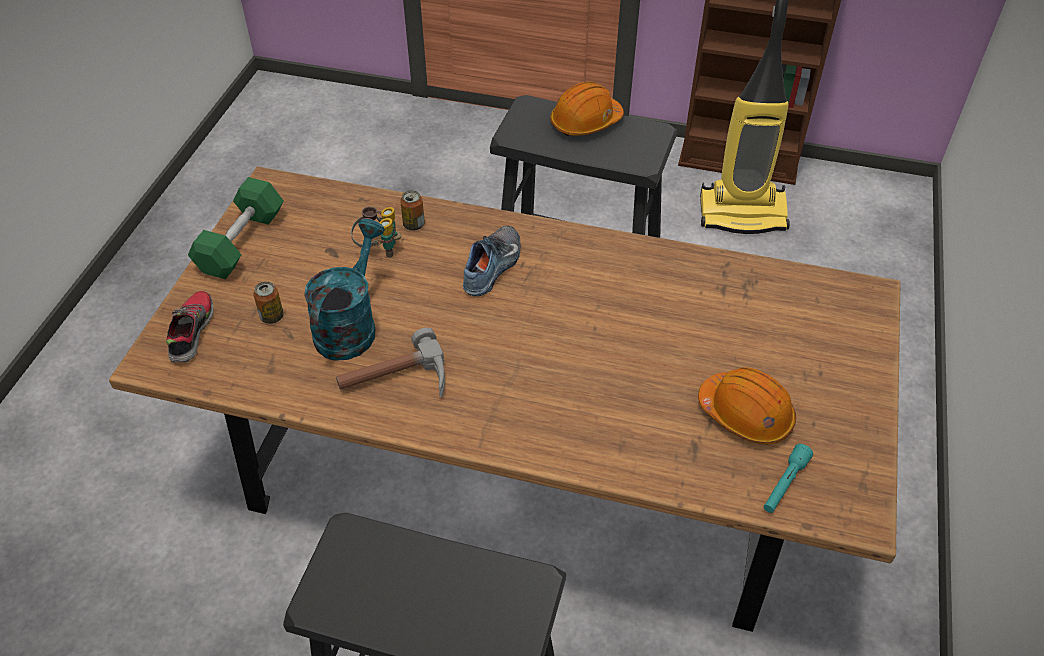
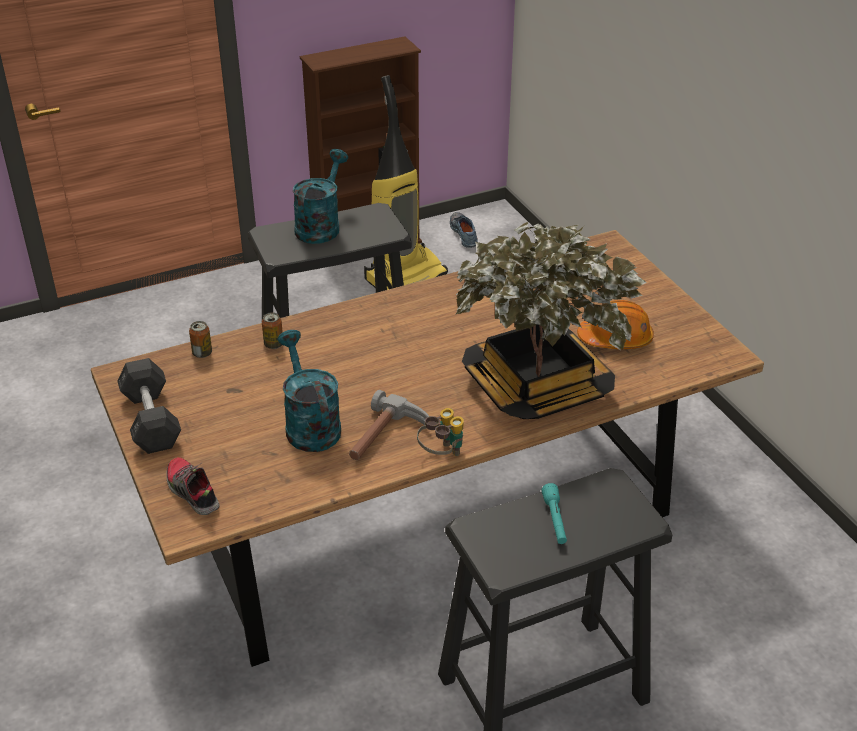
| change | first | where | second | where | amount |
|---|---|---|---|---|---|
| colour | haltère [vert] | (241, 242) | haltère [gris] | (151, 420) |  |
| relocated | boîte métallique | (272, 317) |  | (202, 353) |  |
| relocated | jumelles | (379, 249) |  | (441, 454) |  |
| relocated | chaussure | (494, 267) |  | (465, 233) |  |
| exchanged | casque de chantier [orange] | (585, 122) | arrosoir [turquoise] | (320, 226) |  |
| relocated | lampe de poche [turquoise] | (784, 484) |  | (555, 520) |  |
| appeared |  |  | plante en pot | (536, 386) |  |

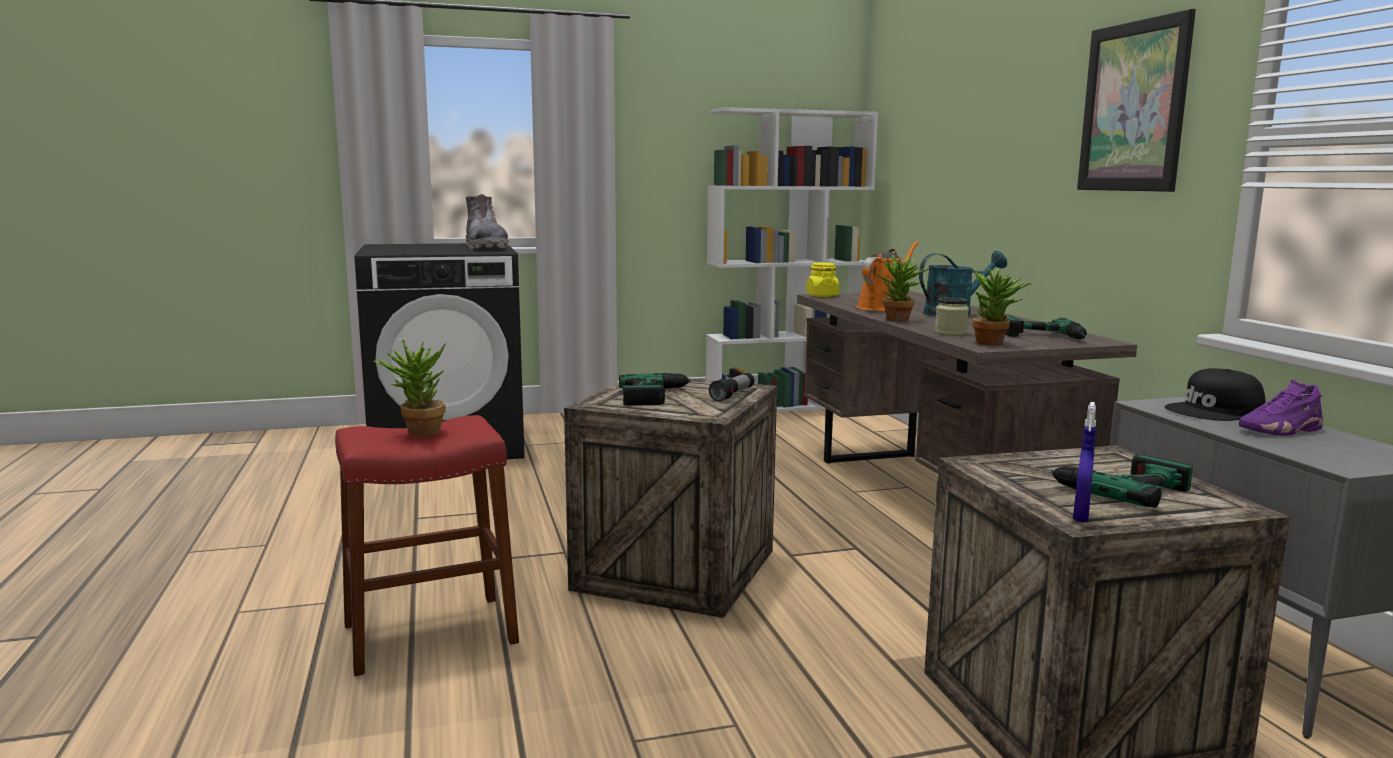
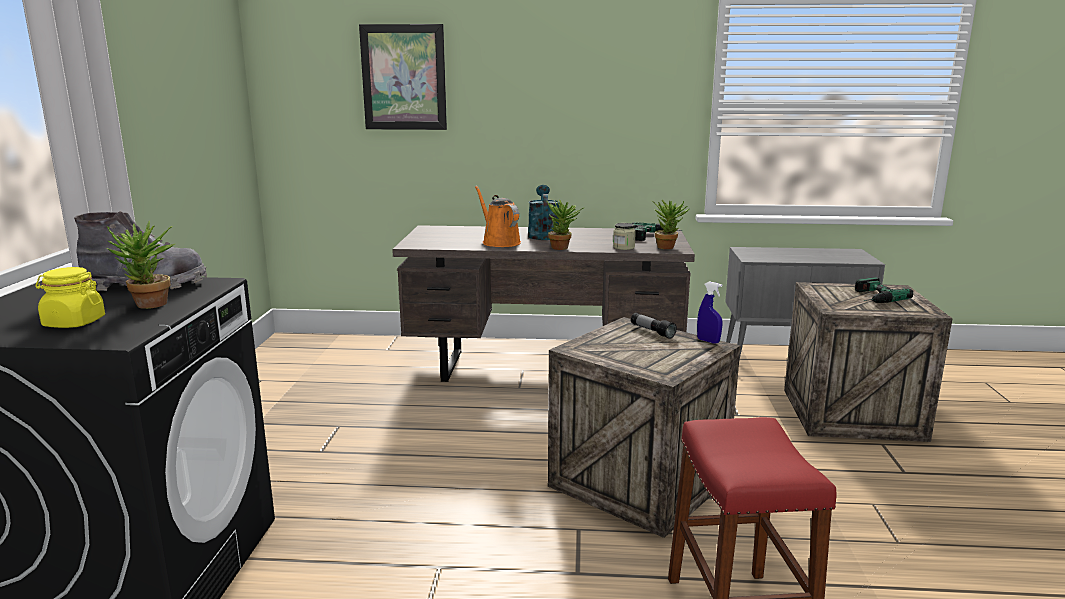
| change | first | where | second | where | amount |
|---|---|---|---|---|---|
| relocated | plante en pot | (417, 433) |  | (149, 306) |  |
| missing | perceuse | (664, 395) |  |  |  |
| missing | bibliothèque [blanc] | (785, 405) |  |  |  |
| relocated | bocal [jaune] | (822, 296) |  | (74, 323) |  |
| relocated | vaporisateur [bleu] | (1080, 517) |  | (708, 341) |  |
| relocated | tableau | (1133, 107) |  | (404, 77) |  |
| missing | casquette [noir] | (1215, 411) |  |  |  |
| missing | chaussure [violet] | (1281, 430) |  |  |  |

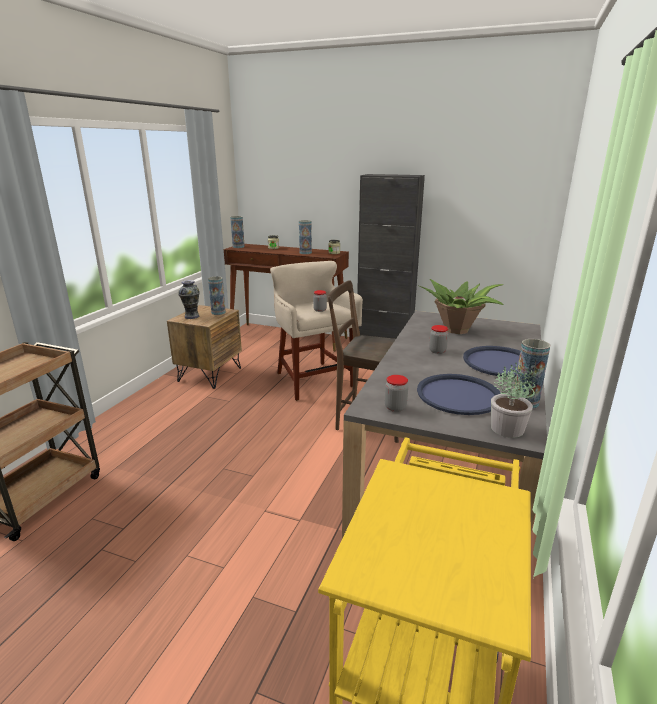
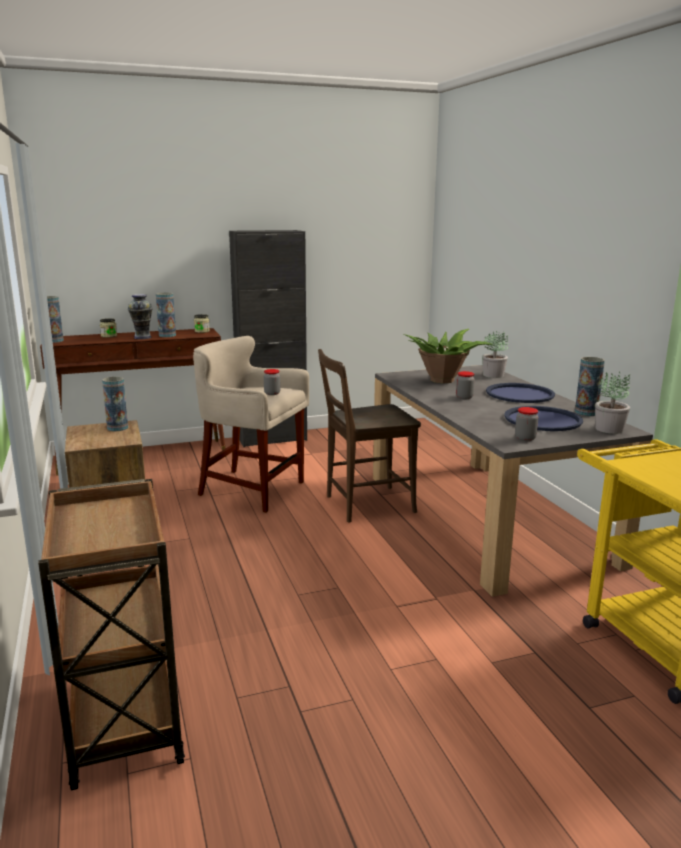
| change | first | where | second | where | amount |
|---|---|---|---|---|---|
| relocated | vase | (192, 316) |  | (143, 337) |  |
| appeared |  |  | plante en pot | (493, 375) |  |

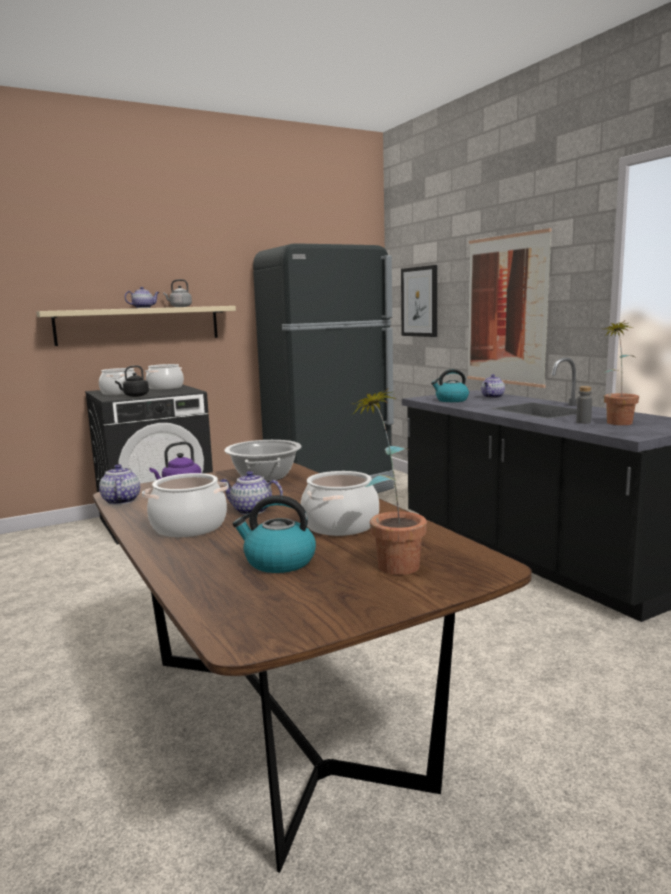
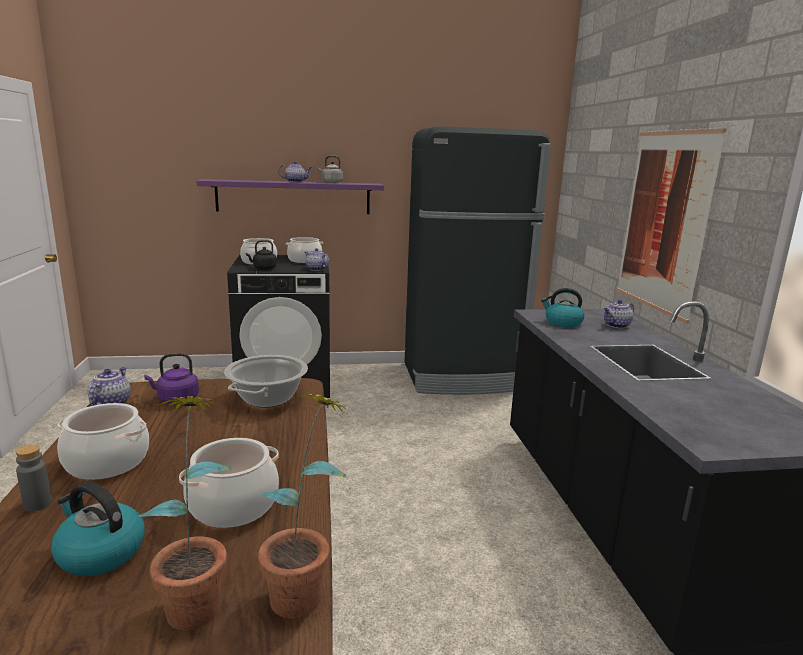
| change | first | where | second | where | amount |
|---|---|---|---|---|---|
| colour | étagère [beige] | (139, 325) | étagère [violet] | (293, 197) |  |
| relocated | théière | (251, 510) |  | (316, 269) |  |
| missing | tableau | (419, 302) |  |  |  |
| relocated | bouteille [gris] | (583, 422) |  | (37, 504) |  |
| relocated | plante en pot | (617, 421) |  | (305, 588) |  |

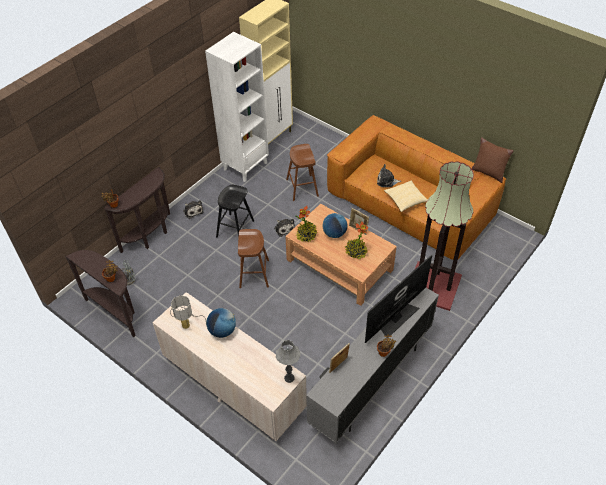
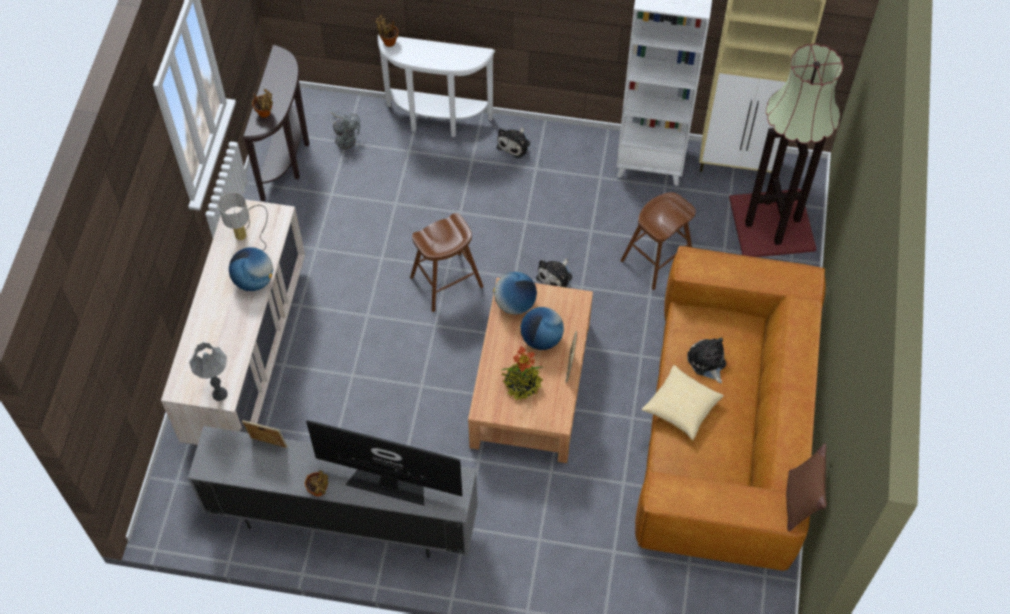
| change | first | where | second | where | amount |
|---|---|---|---|---|---|
| colour | table console [marron] | (151, 235) | table console [blanc] | (437, 121) |  |
| missing | tabouret [noir] | (235, 229) |  |  |  |
| exchanged | plante en pot | (306, 235) | globe | (515, 304) |  |
| relocated | lampadaire | (434, 285) |  | (773, 225) |  |

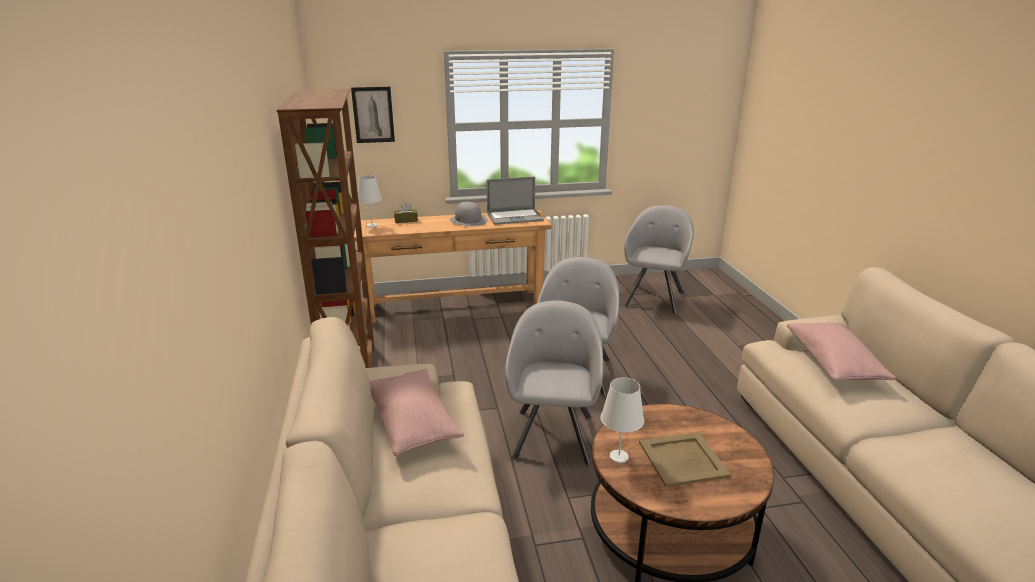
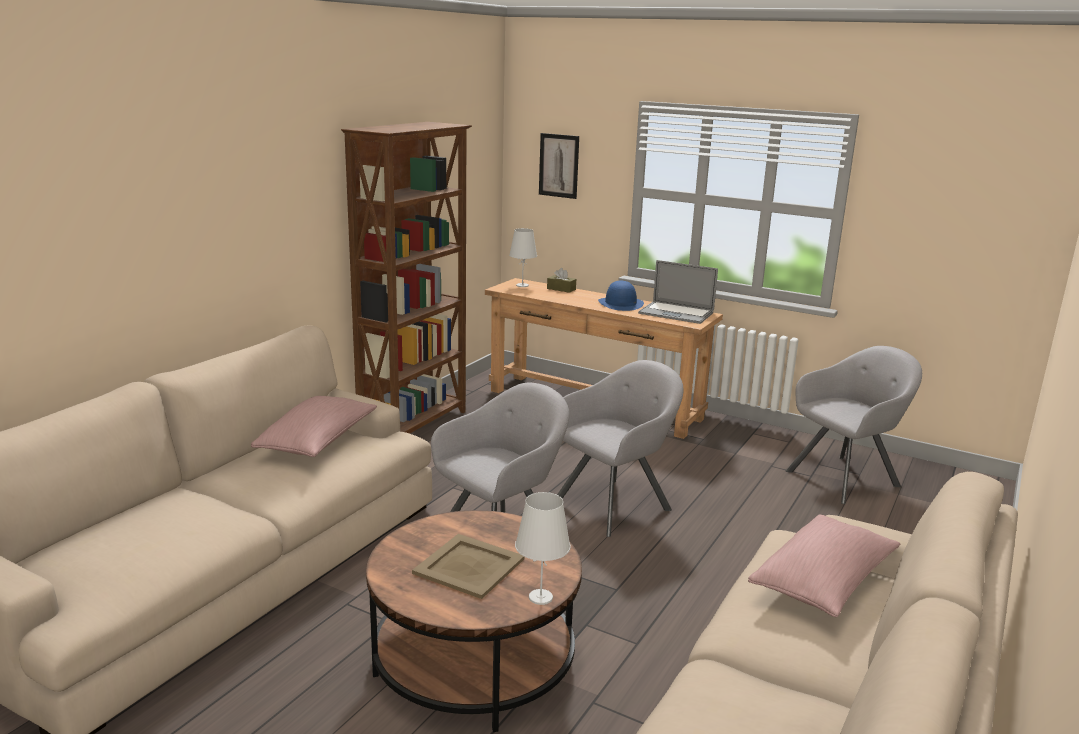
| change | first | where | second | where | amount |
|---|---|---|---|---|---|
| colour | chapeau [gris] | (468, 220) | chapeau [bleu] | (621, 304) |  |
| relocated | lampe de table [blanc] | (618, 456) |  | (540, 597) |  |

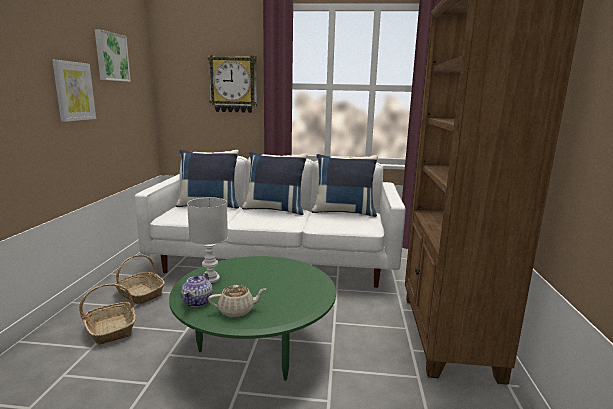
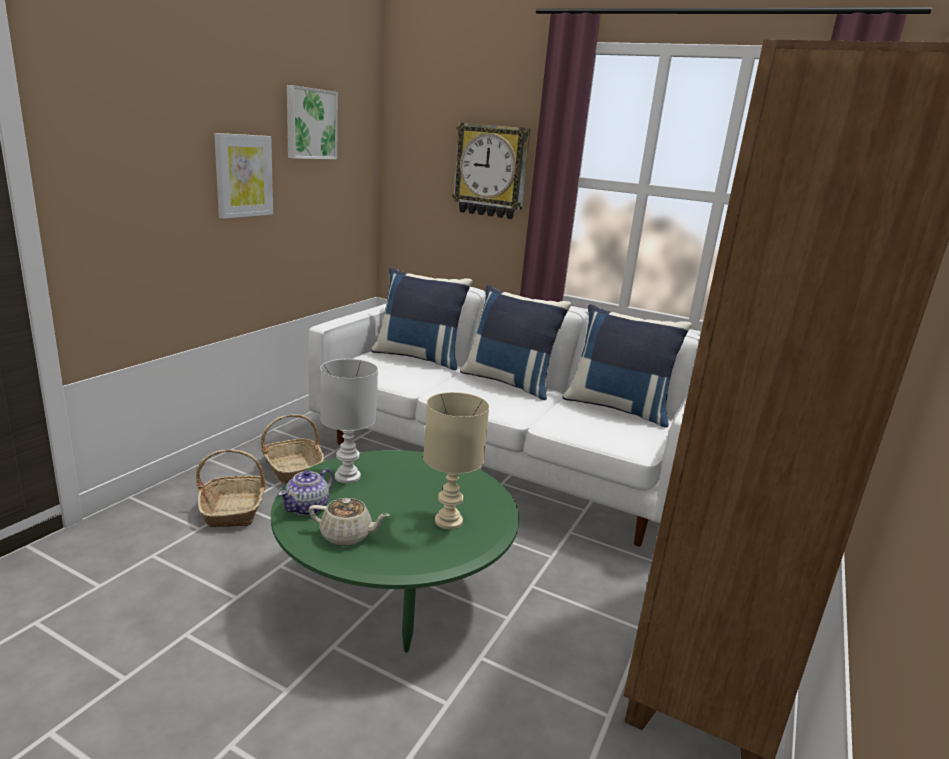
| change | first | where | second | where | amount |
|---|---|---|---|---|---|
| appeared |  |  | lampe de table [beige] | (449, 521) |  |

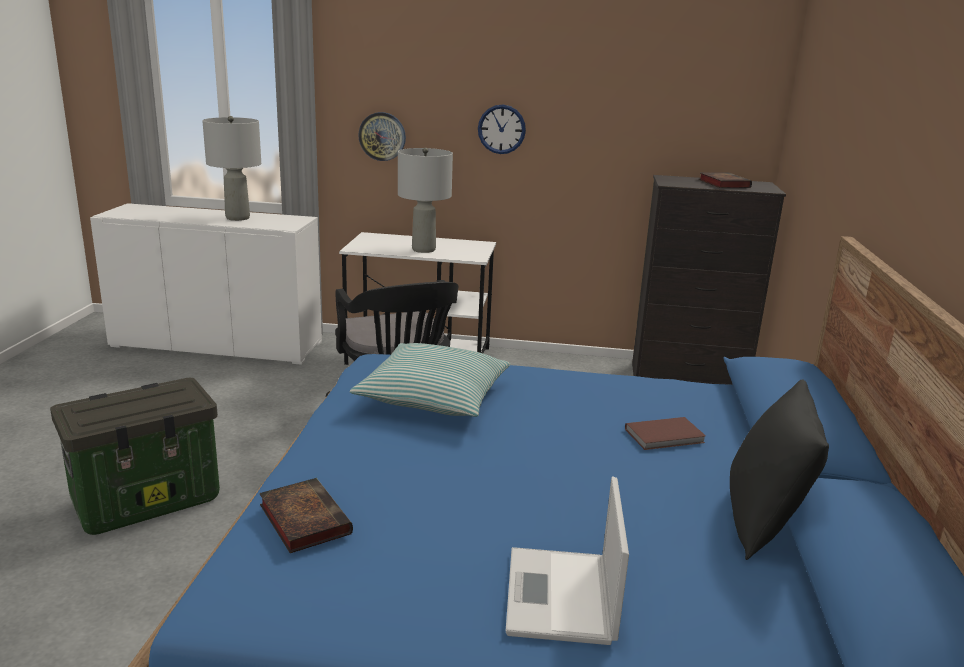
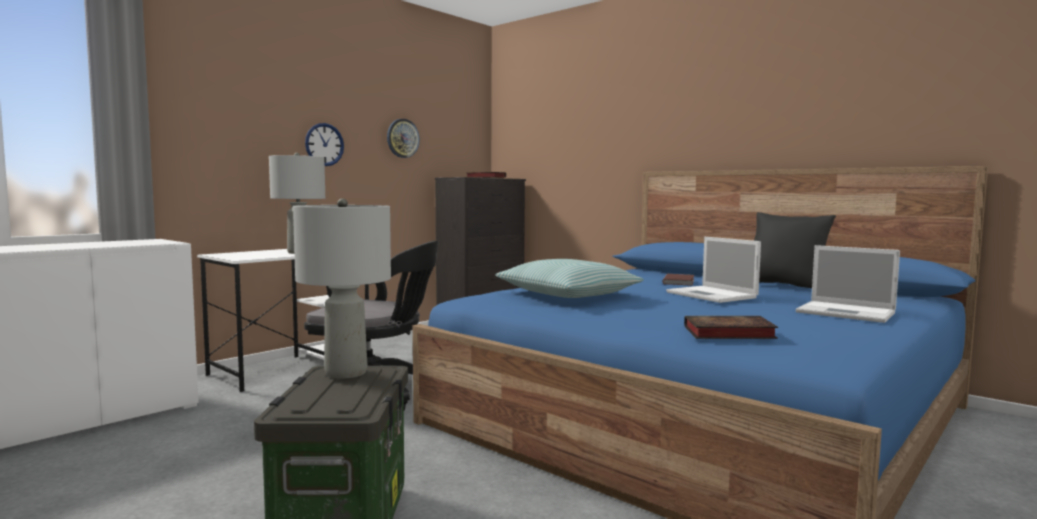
| change | first | where | second | where | amount |
|---|---|---|---|---|---|
| relocated | lampe de table [gris] | (238, 218) |  | (347, 373) |  |
| relocated | horloge murale | (382, 136) |  | (402, 138) |  |
| appeared |  |  | ordinateur portable | (712, 295) |  |

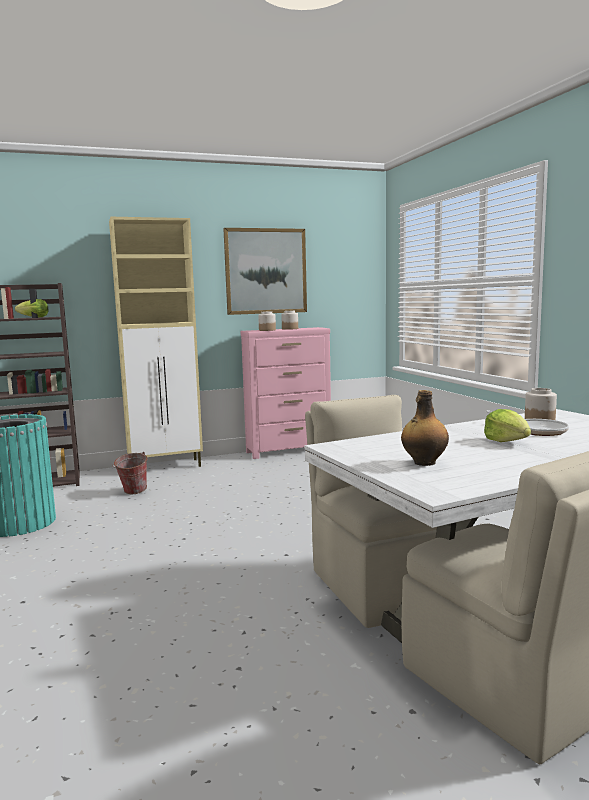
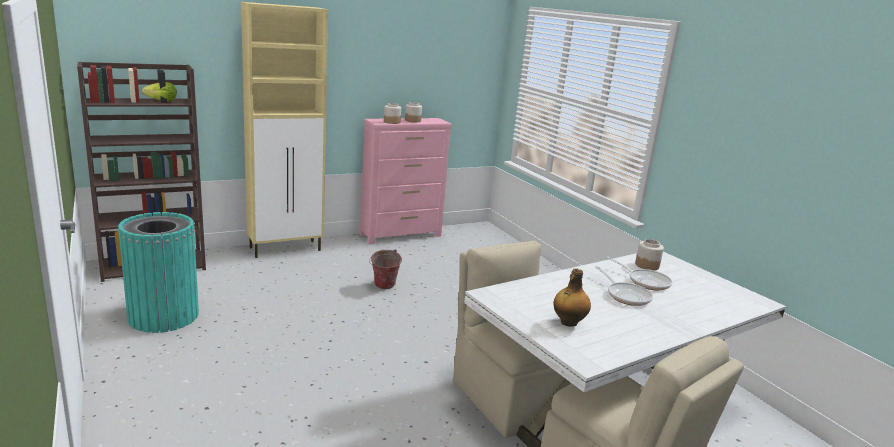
| change | first | where | second | where | amount |
|---|---|---|---|---|---|
| relocated | seau | (132, 492) |  | (383, 287) |  |
| missing | tableau | (265, 271) |  |  |  |
| exchanged | laitue | (507, 441) | poêle | (626, 295) |  |

